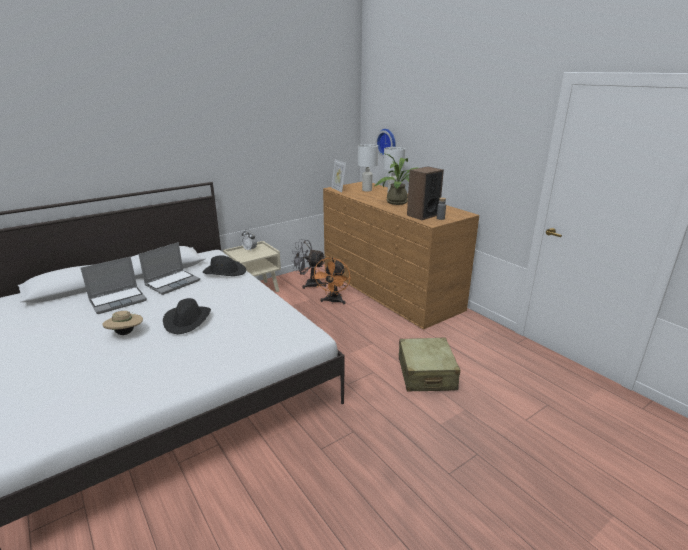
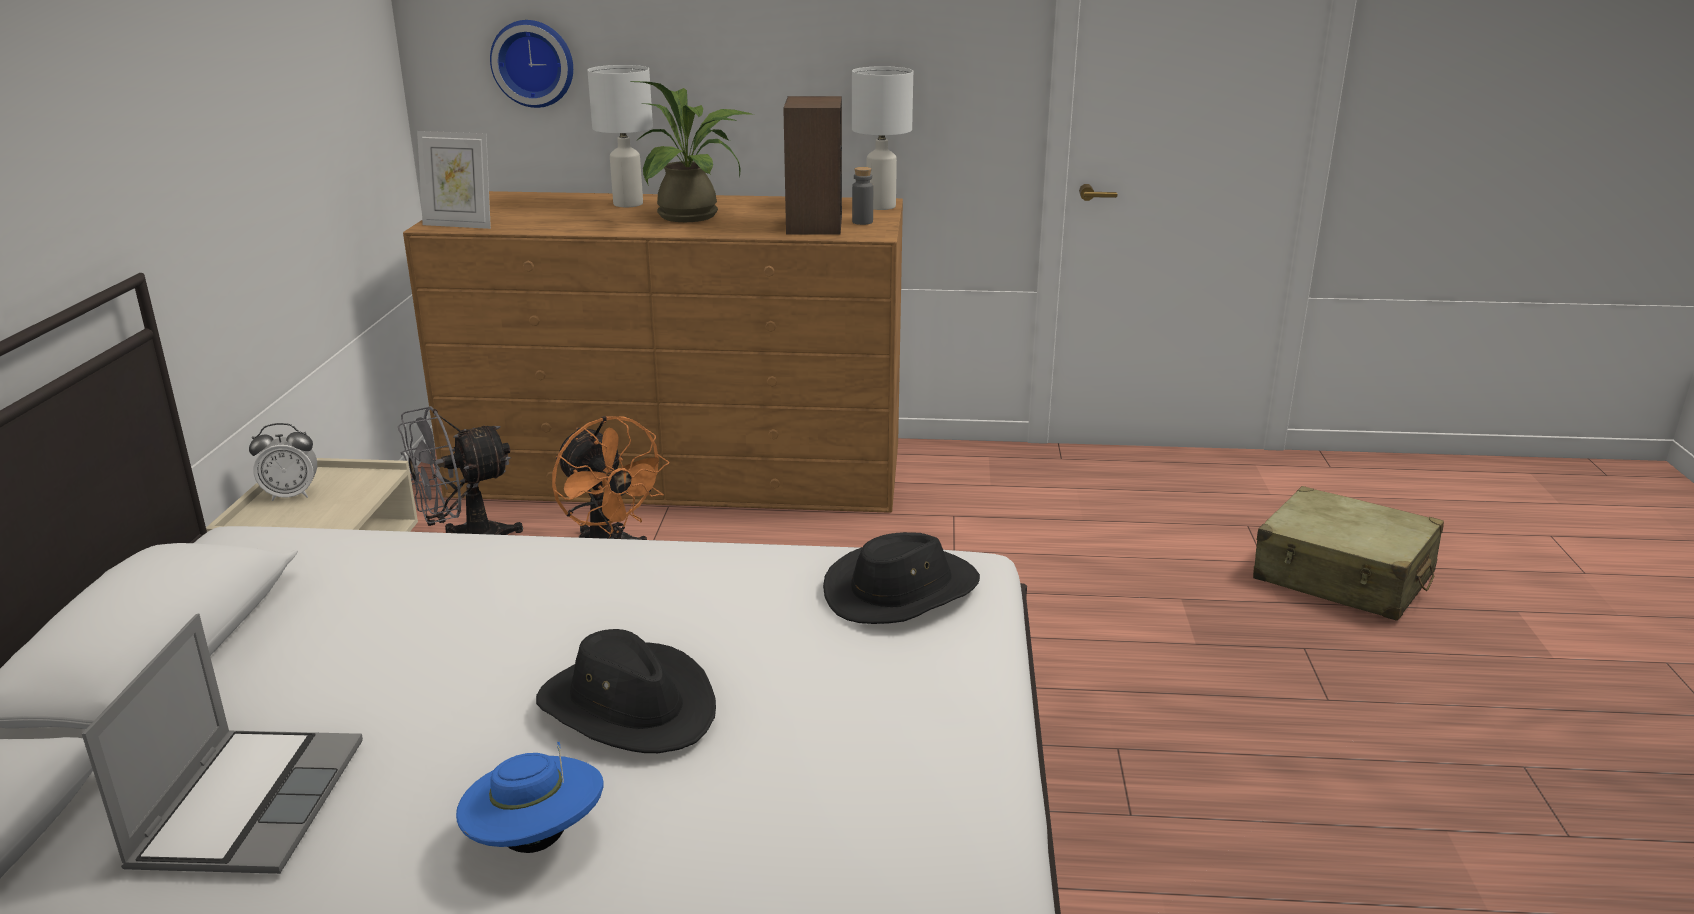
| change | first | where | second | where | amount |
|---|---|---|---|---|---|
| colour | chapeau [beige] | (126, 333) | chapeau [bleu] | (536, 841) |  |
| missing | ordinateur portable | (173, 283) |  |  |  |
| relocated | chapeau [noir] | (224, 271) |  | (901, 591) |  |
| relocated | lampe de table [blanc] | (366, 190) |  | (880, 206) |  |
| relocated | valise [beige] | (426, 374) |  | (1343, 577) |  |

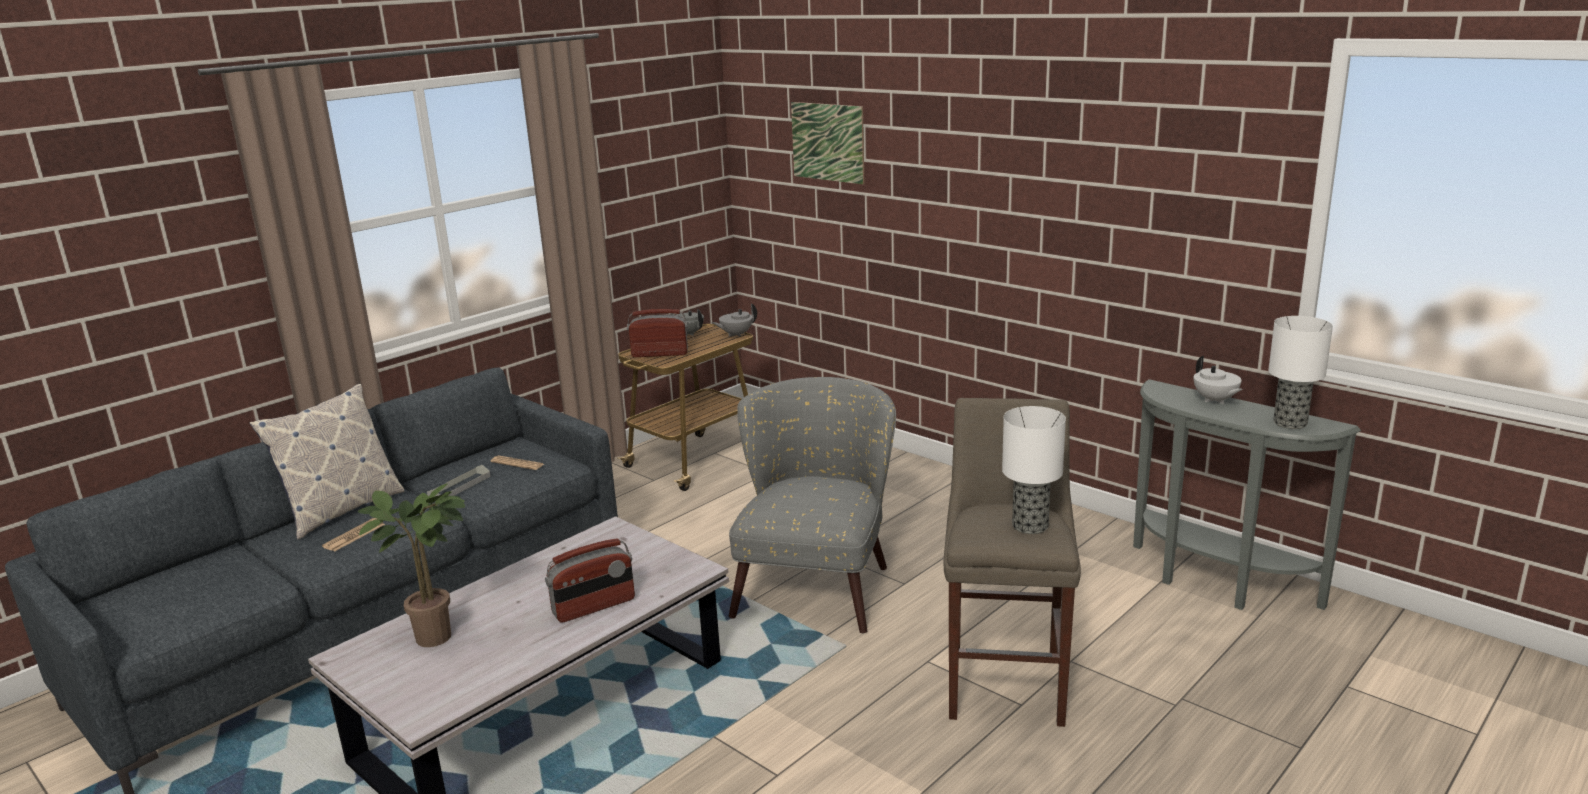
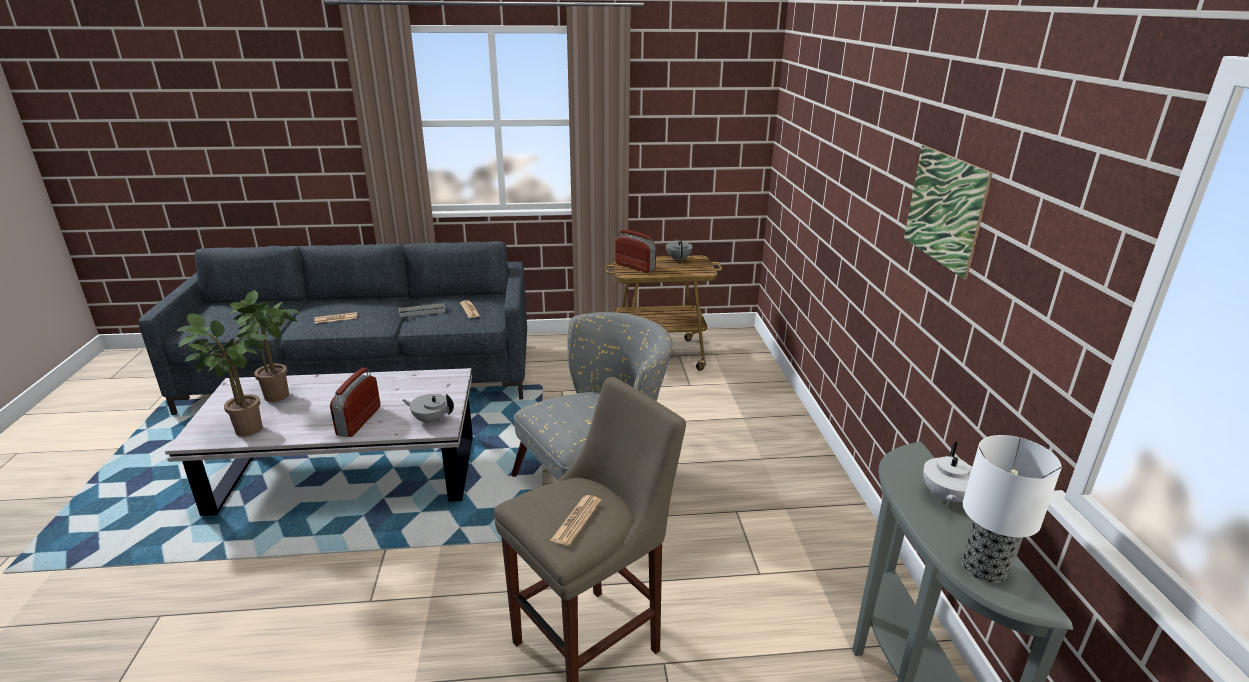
| change | first | where | second | where | amount |
|---|---|---|---|---|---|
| missing | coussin | (341, 510) |  |  |  |
| spun | radio | (594, 607) |  | (358, 421) | 90 degrees clockwise |
| relocated | théière [gris] | (736, 334) |  | (430, 420) |  |
| relocated | tableau | (827, 142) |  | (944, 209) |  |
| exchanged | lampe de table | (1029, 525) | journal | (576, 520) |  |
| appeared |  |  | plante en pot | (244, 431) |  |

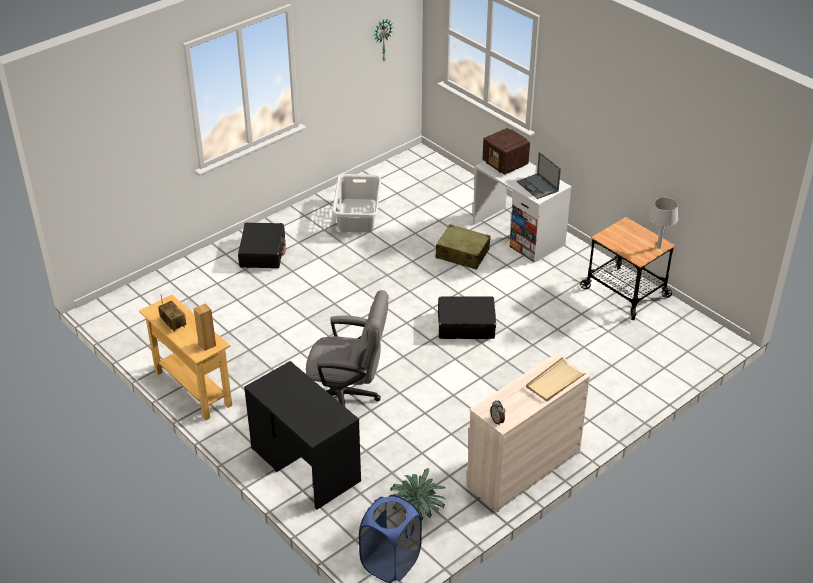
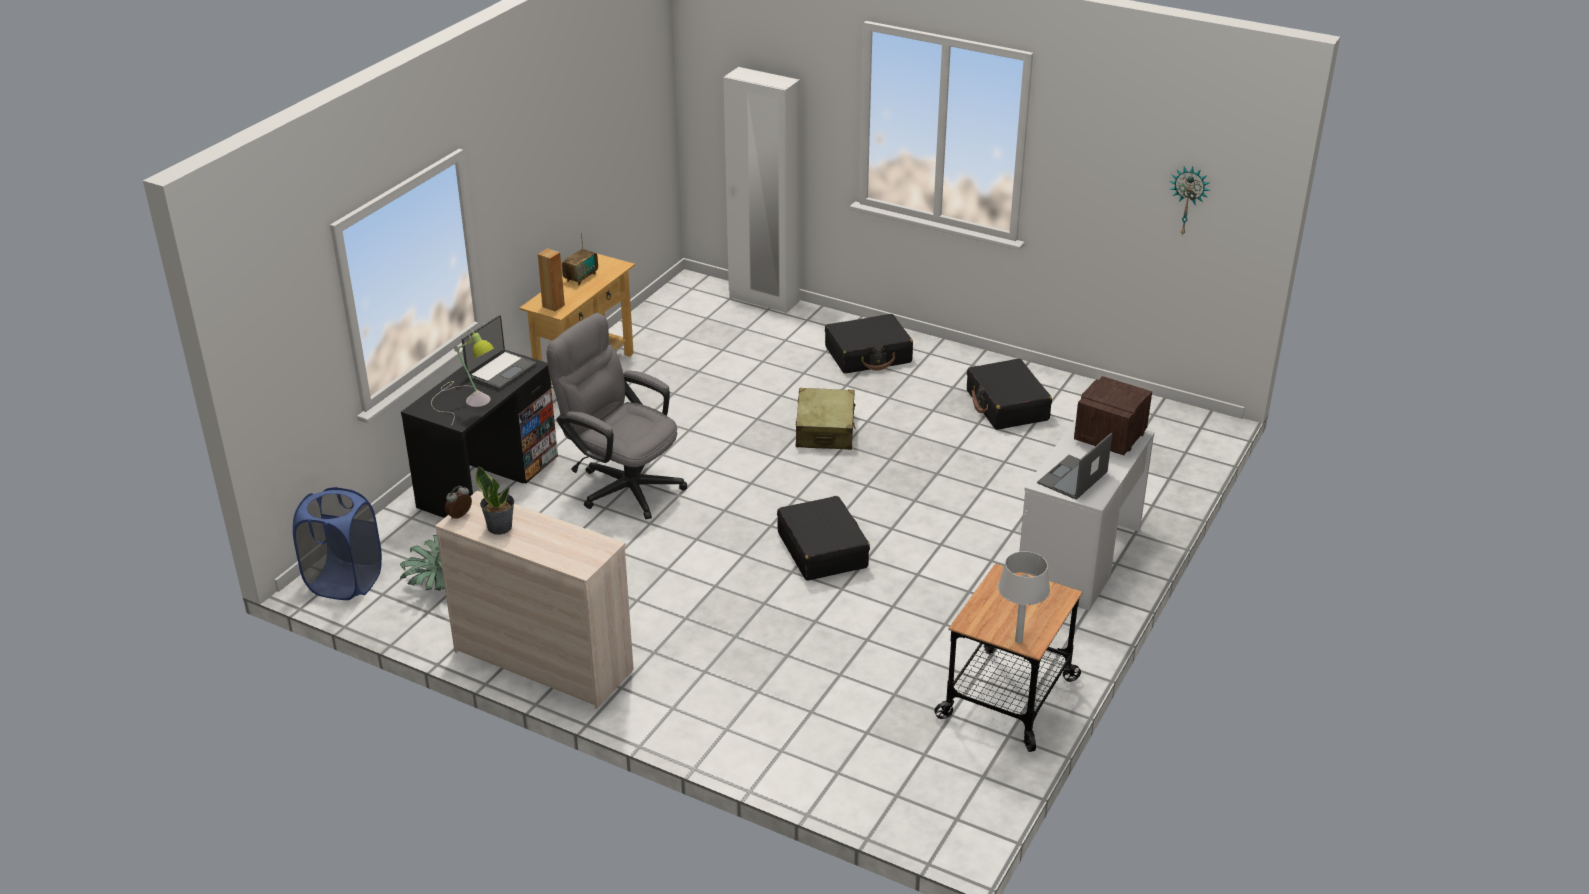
| change | first | where | second | where | amount |
|---|---|---|---|---|---|
| spun | chaise de bureau [gris] | (348, 397) |  | (622, 485) | 135 degrees clockwise |
| exchanged | panier à linge [gris] | (358, 215) | valise [noir] | (1007, 406) |  |
| relocated | valise [beige] | (462, 254) |  | (825, 430) |  |
| missing | plateau [beige] | (555, 382) |  |  |  |
| appeared |  |  | lampe de table | (468, 400) |  |
| appeared |  |  | ordinateur portable | (500, 371) |  |
| appeared |  |  | plante en pot | (500, 527) |  |
| appeared |  |  | armoire [blanc] | (763, 300) |  |

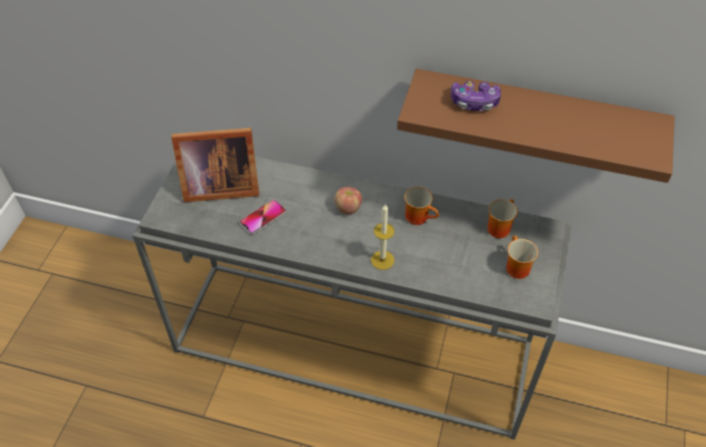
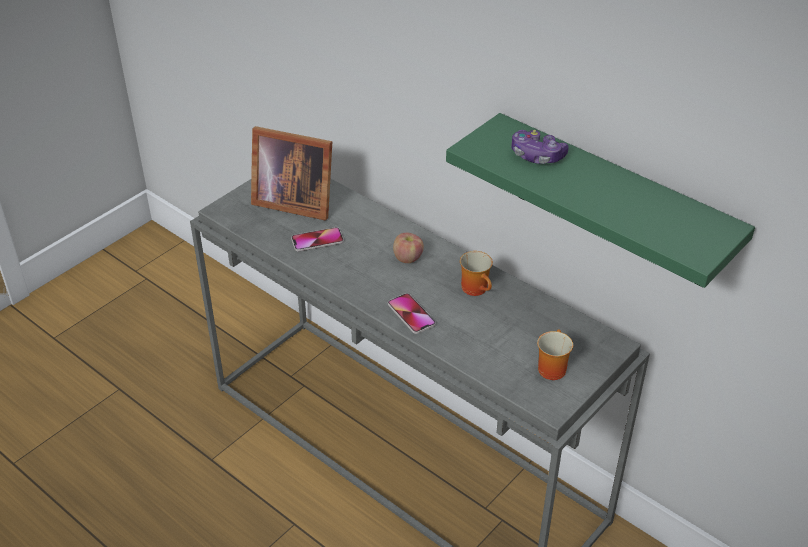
| change | first | where | second | where | amount |
|---|---|---|---|---|---|
| exchanged | bougie | (382, 260) | téléphone | (411, 314) |  |
| colour | étagère [marron] | (534, 120) | étagère [vert] | (612, 203) |  |
| missing | mug | (498, 226) |  |  |  |

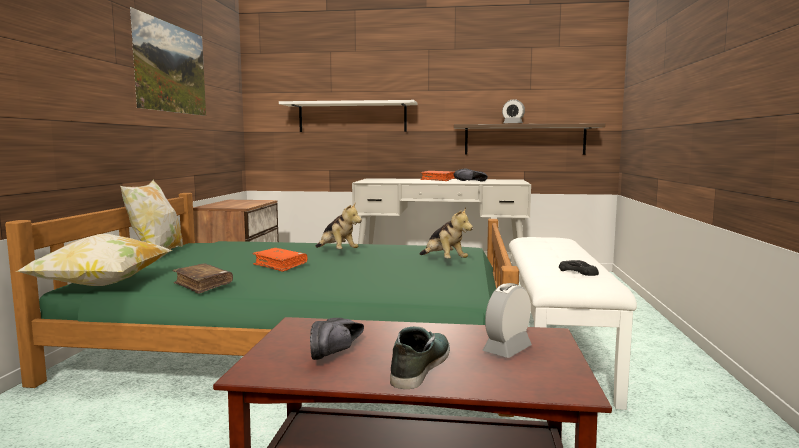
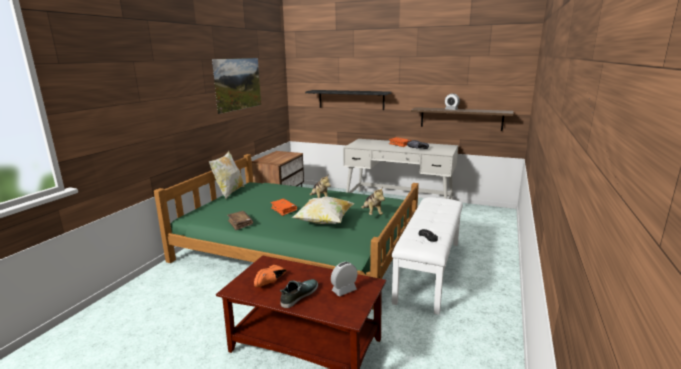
| change | first | where | second | where | amount |
|---|---|---|---|---|---|
| relocated | coussin | (102, 285) |  | (324, 222) |  |
| colour | étagère [blanc] | (352, 117) | étagère [noir] | (351, 99) |  |
| colour | chaussure [noir] | (338, 352) | chaussure [orange] | (271, 282) |  |

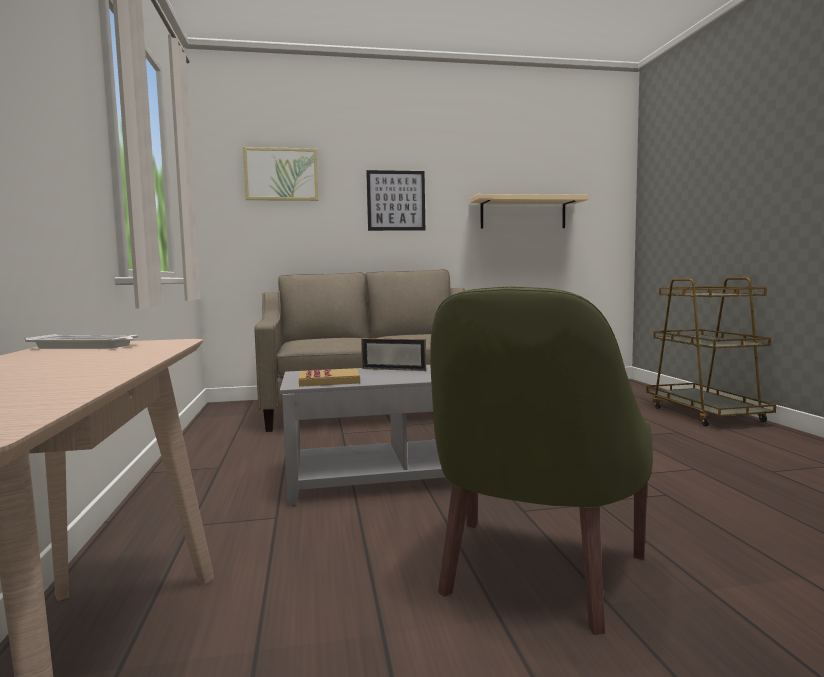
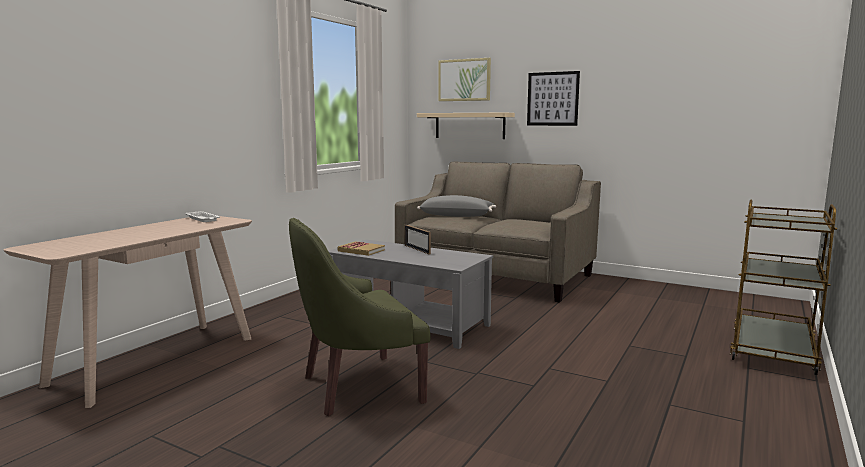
| change | first | where | second | where | amount |
|---|---|---|---|---|---|
| relocated | étagère [beige] | (523, 213) |  | (469, 125) |  |
| appeared |  |  | coussin [gris] | (457, 216) |  |

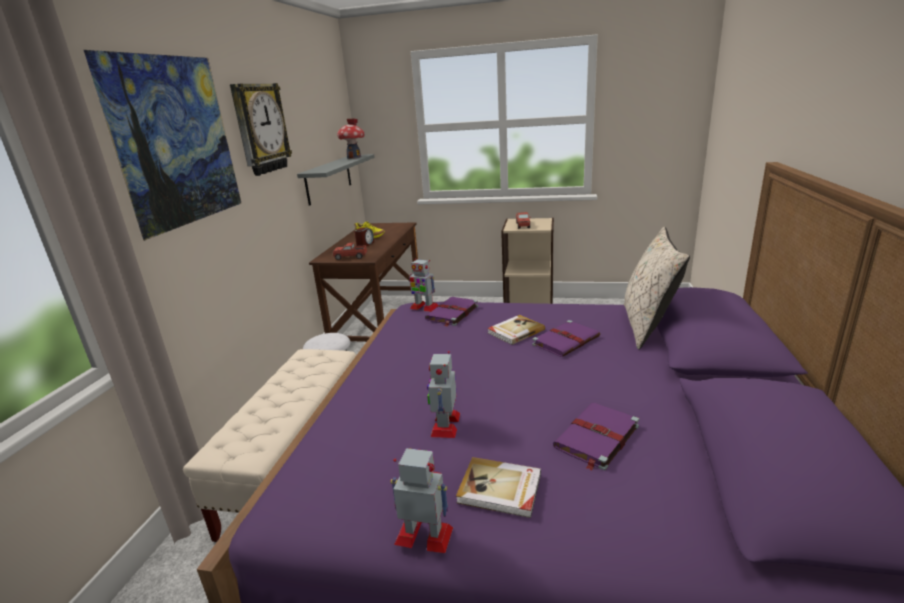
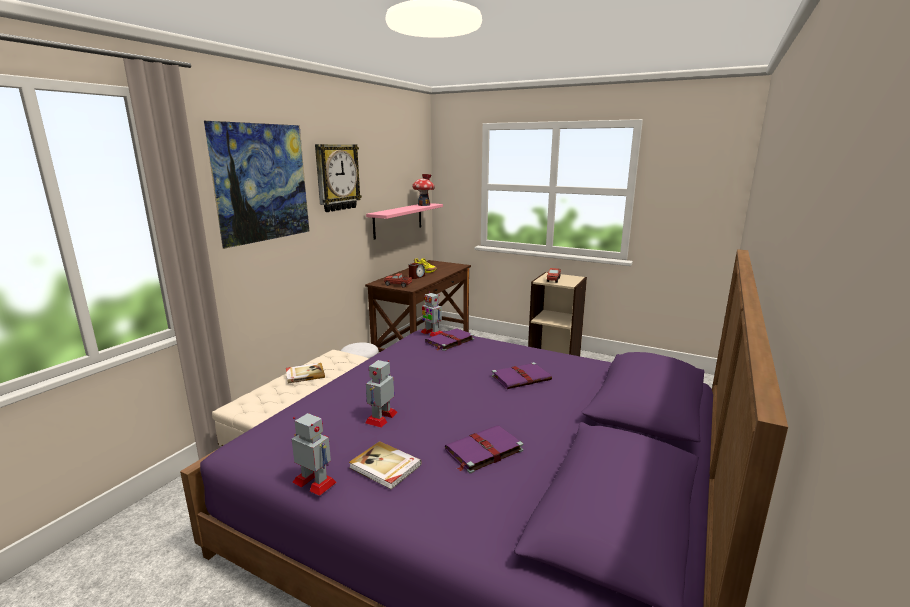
| change | first | where | second | where | amount |
|---|---|---|---|---|---|
| colour | étagère [gris] | (329, 179) | étagère [rose] | (398, 220) |  |
| relocated | livre | (515, 331) |  | (305, 374) |  |
| missing | coussin [beige] | (648, 326) |  |  |  |

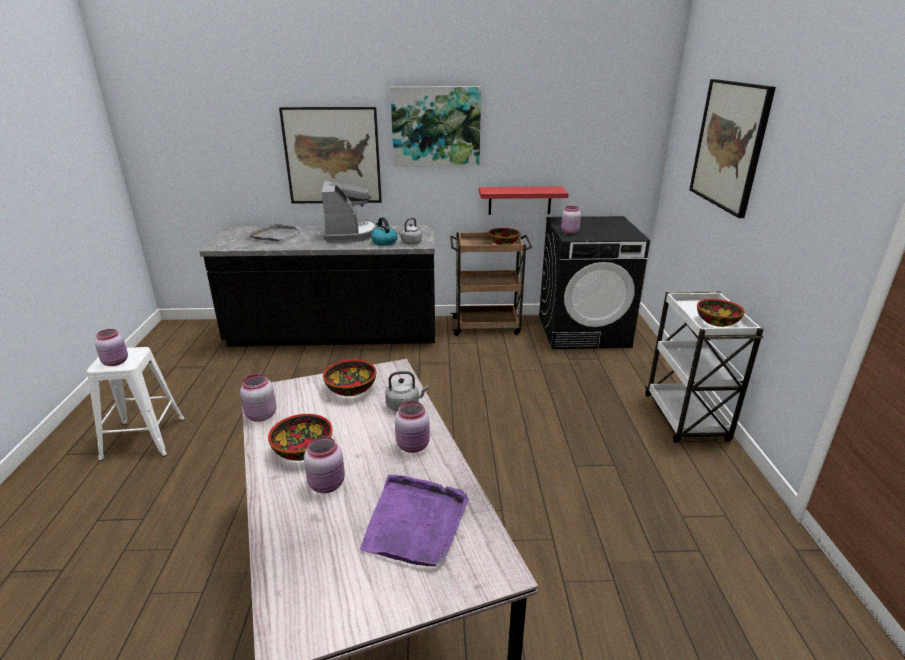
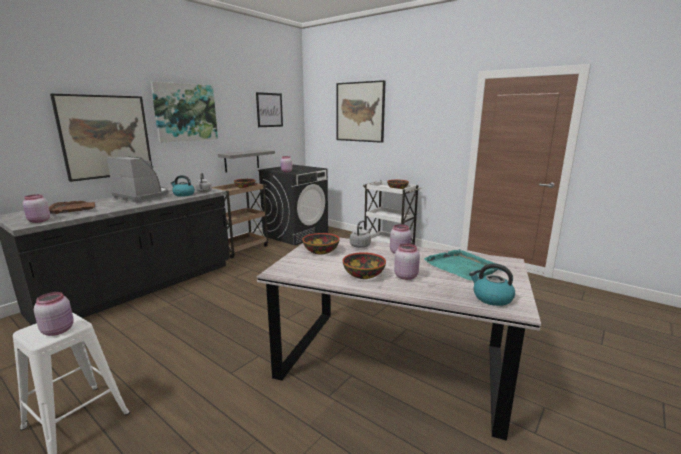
| change | first | where | second | where | amount |
|---|---|---|---|---|---|
| relocated | bocal [rose] | (260, 416) |  | (39, 221) |  |
| colour | plateau [gris] | (275, 235) | plateau [marron] | (73, 209) |  |
| colour | plateau [violet] | (415, 522) | plateau [turquoise] | (461, 267) |  |
| colour | étagère [rouge] | (519, 200) | étagère [gris] | (242, 160) |  |
| appeared |  |  | tableau | (269, 110) |  |
| appeared |  |  | bouilloire | (491, 298) |  |

